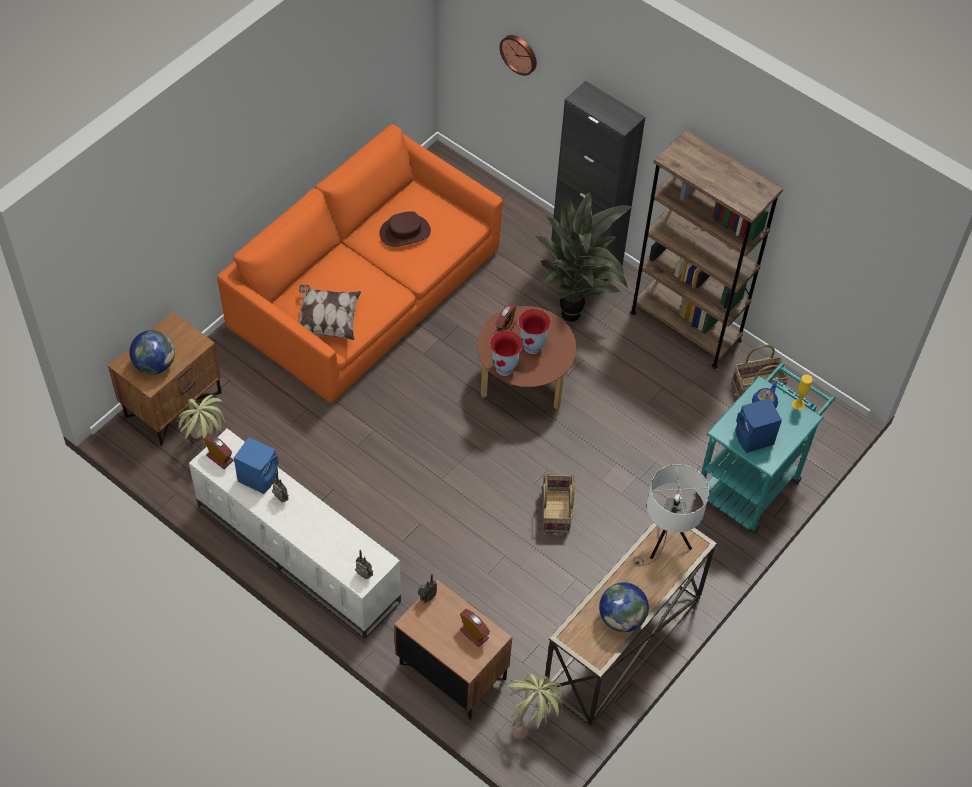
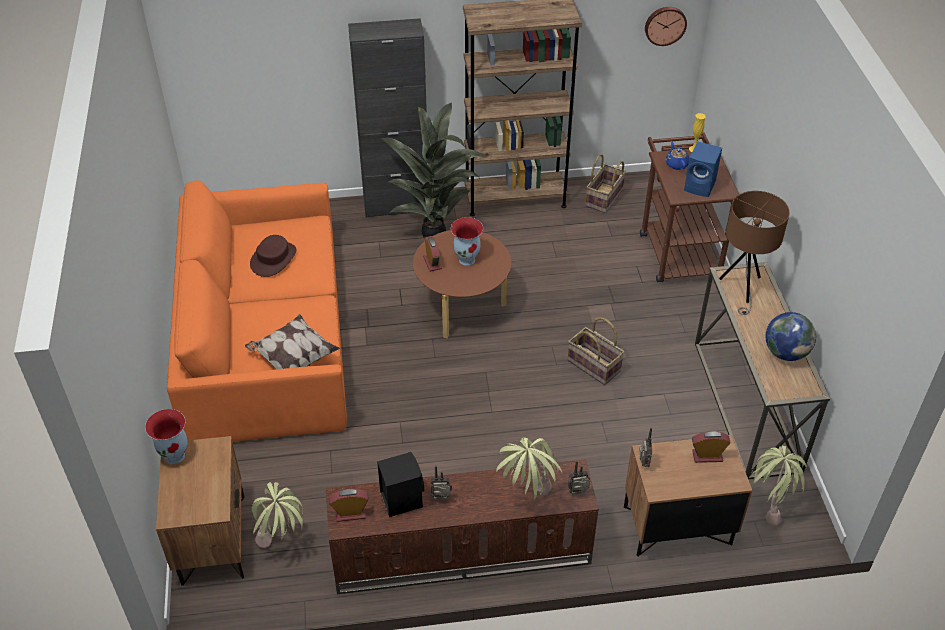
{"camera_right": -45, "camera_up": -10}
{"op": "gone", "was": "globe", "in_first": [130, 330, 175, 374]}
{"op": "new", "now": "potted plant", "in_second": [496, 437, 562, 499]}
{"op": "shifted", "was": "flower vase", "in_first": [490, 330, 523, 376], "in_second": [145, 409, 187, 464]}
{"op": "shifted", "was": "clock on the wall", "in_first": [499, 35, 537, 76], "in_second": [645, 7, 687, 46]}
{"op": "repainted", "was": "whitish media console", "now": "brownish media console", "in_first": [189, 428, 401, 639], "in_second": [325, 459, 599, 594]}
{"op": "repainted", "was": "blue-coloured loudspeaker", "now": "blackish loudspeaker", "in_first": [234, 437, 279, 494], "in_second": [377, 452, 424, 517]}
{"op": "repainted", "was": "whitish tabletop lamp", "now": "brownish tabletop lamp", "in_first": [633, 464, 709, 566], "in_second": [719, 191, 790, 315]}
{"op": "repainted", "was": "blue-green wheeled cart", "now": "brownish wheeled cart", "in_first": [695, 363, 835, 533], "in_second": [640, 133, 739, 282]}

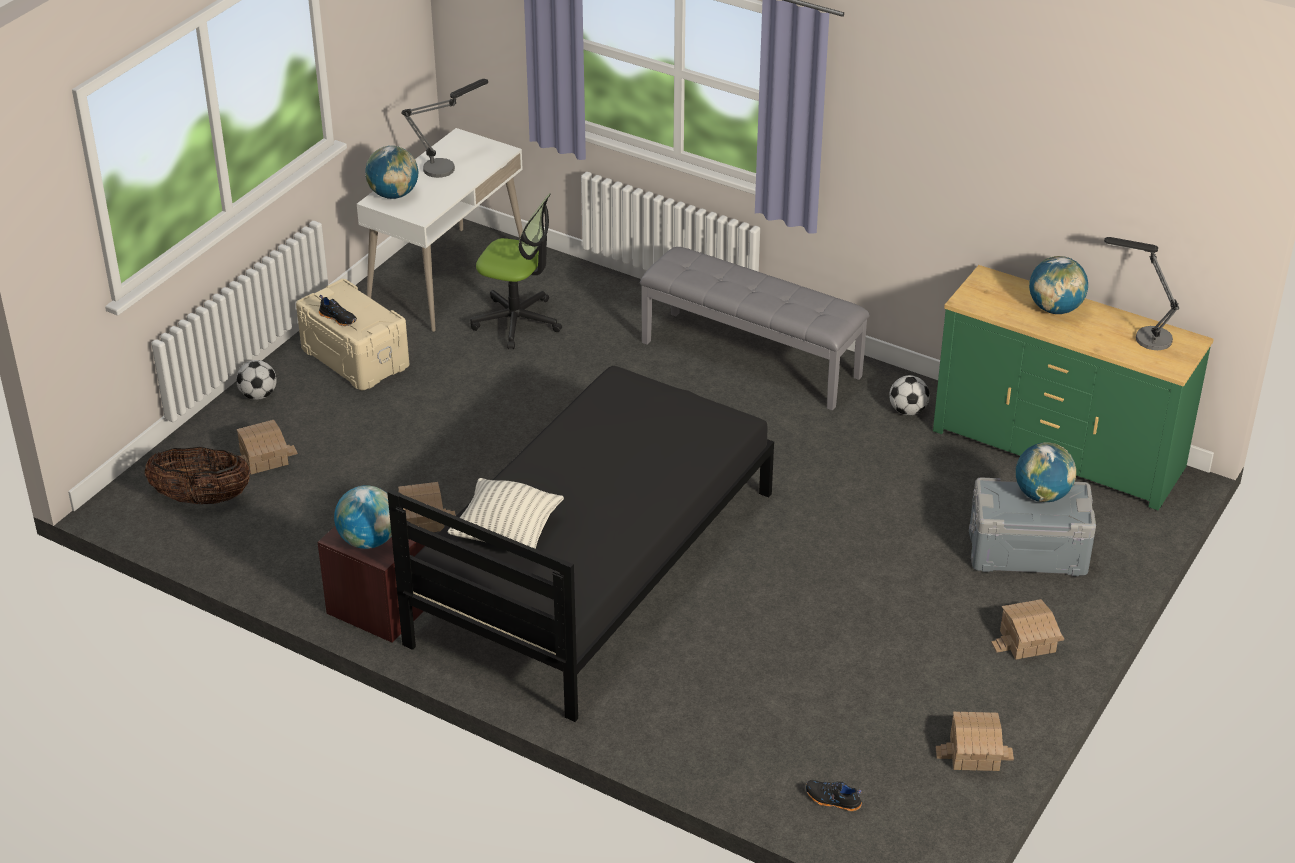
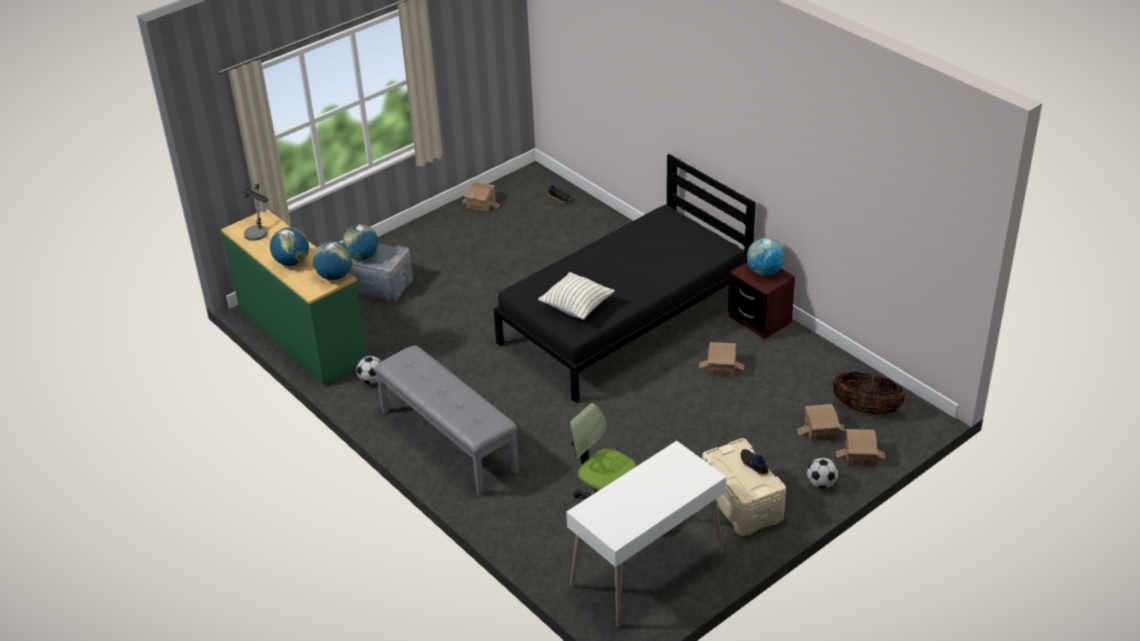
{"camera_right": -160, "camera_up": 0}
{"op": "gone", "was": "tabletop lamp", "in_first": [401, 79, 488, 178]}
{"op": "shifted", "was": "globe", "in_first": [365, 146, 418, 199], "in_second": [313, 241, 353, 280]}
{"op": "shifted", "was": "throw pillow", "in_first": [447, 478, 564, 549], "in_second": [538, 272, 615, 320]}
{"op": "shifted", "was": "toy house", "in_first": [991, 599, 1064, 660], "in_second": [836, 429, 885, 466]}

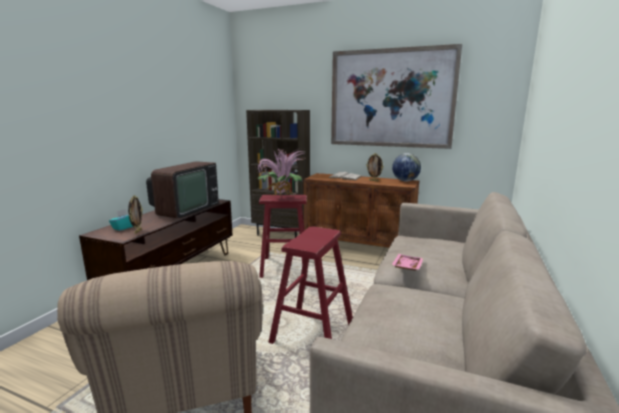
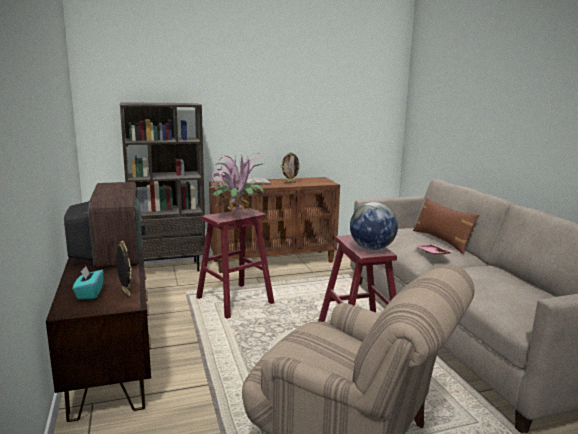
{"camera_right": -40, "camera_up": 0}
{"op": "gone", "was": "wall picture", "in_first": [331, 44, 462, 149]}
{"op": "new", "now": "brownish throw pillow", "in_second": [413, 198, 479, 254]}
{"op": "shifted", "was": "globe", "in_first": [392, 153, 421, 182], "in_second": [350, 202, 398, 250]}

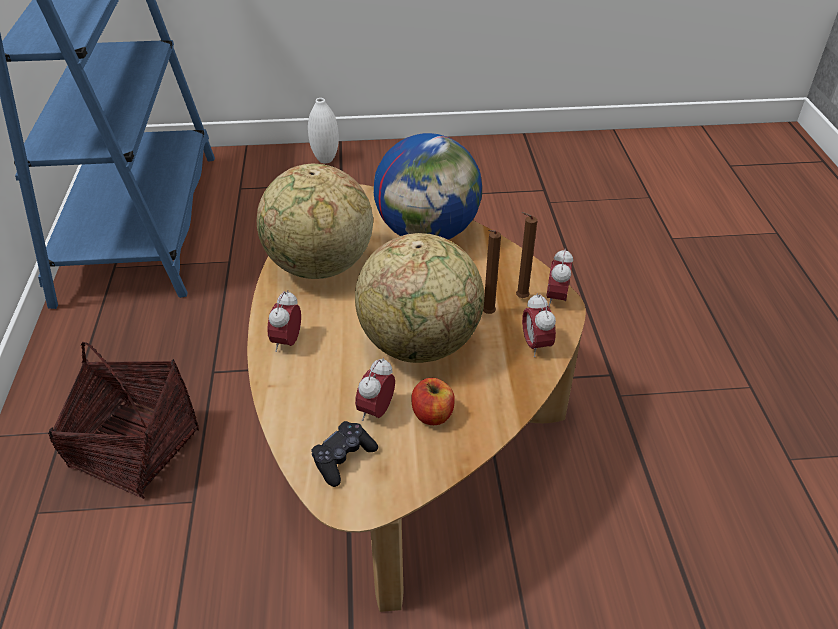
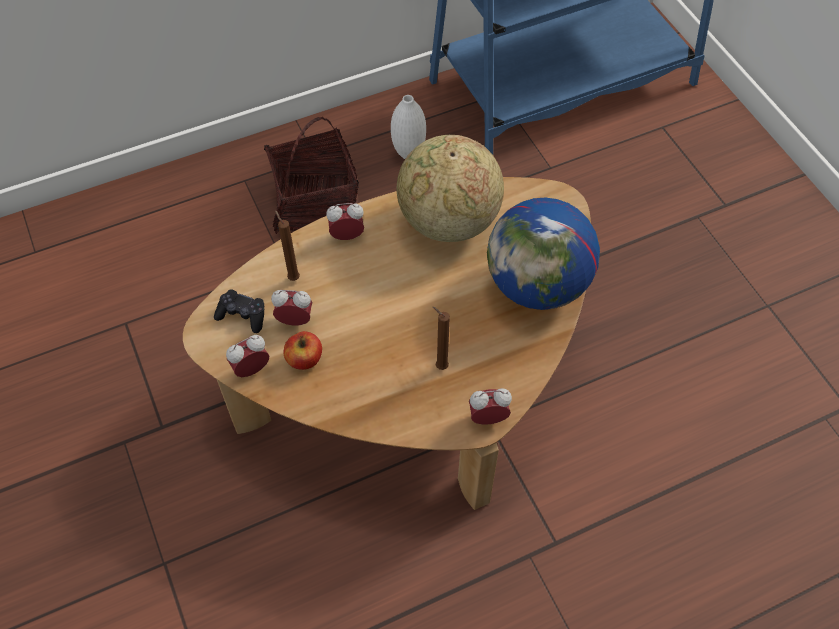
{"camera_right": 70, "camera_up": 15}
{"op": "gone", "was": "globe", "in_first": [355, 233, 484, 363]}
{"op": "shifted", "was": "whitish flower vase", "in_first": [308, 98, 339, 163], "in_second": [391, 95, 426, 159]}
{"op": "shifted", "was": "brownish wax light", "in_first": [516, 212, 537, 298], "in_second": [275, 210, 300, 281]}
{"op": "shifted", "was": "alarm clock", "in_first": [522, 293, 556, 357], "in_second": [226, 335, 269, 377]}

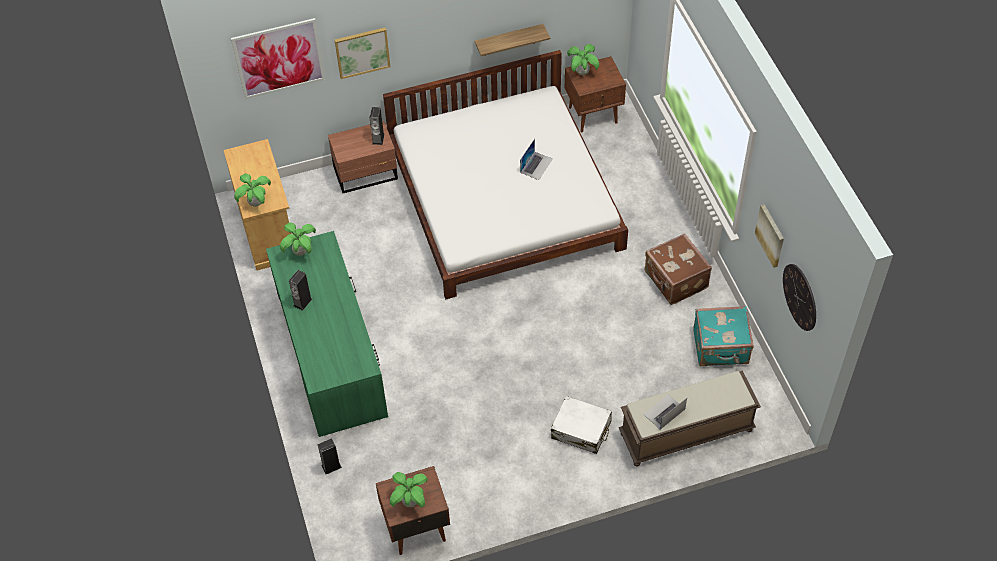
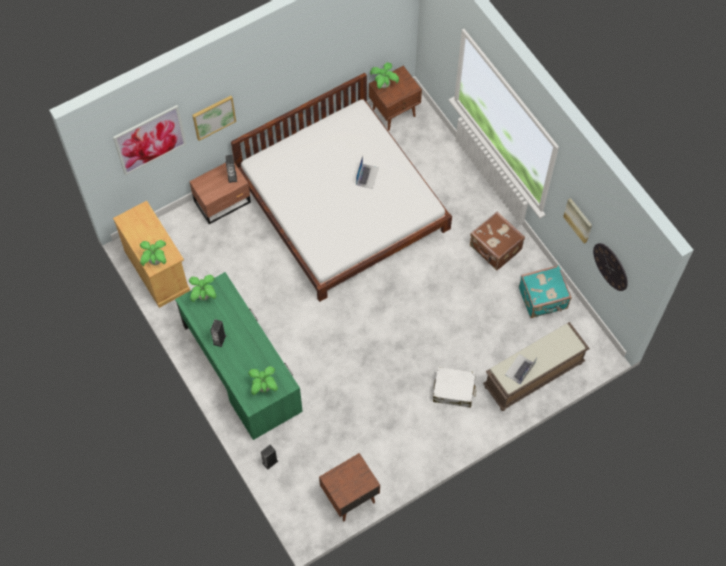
{"camera_right": -15, "camera_up": 10}
{"op": "gone", "was": "bracket shelf", "in_first": [475, 24, 550, 56]}
{"op": "shifted", "was": "potted plant", "in_first": [390, 472, 428, 508], "in_second": [248, 366, 278, 395]}

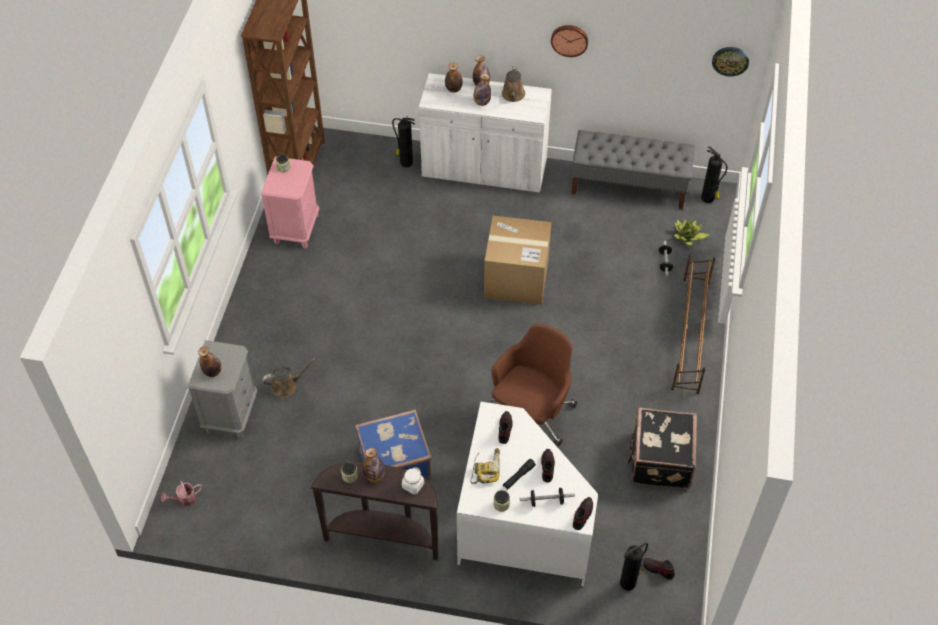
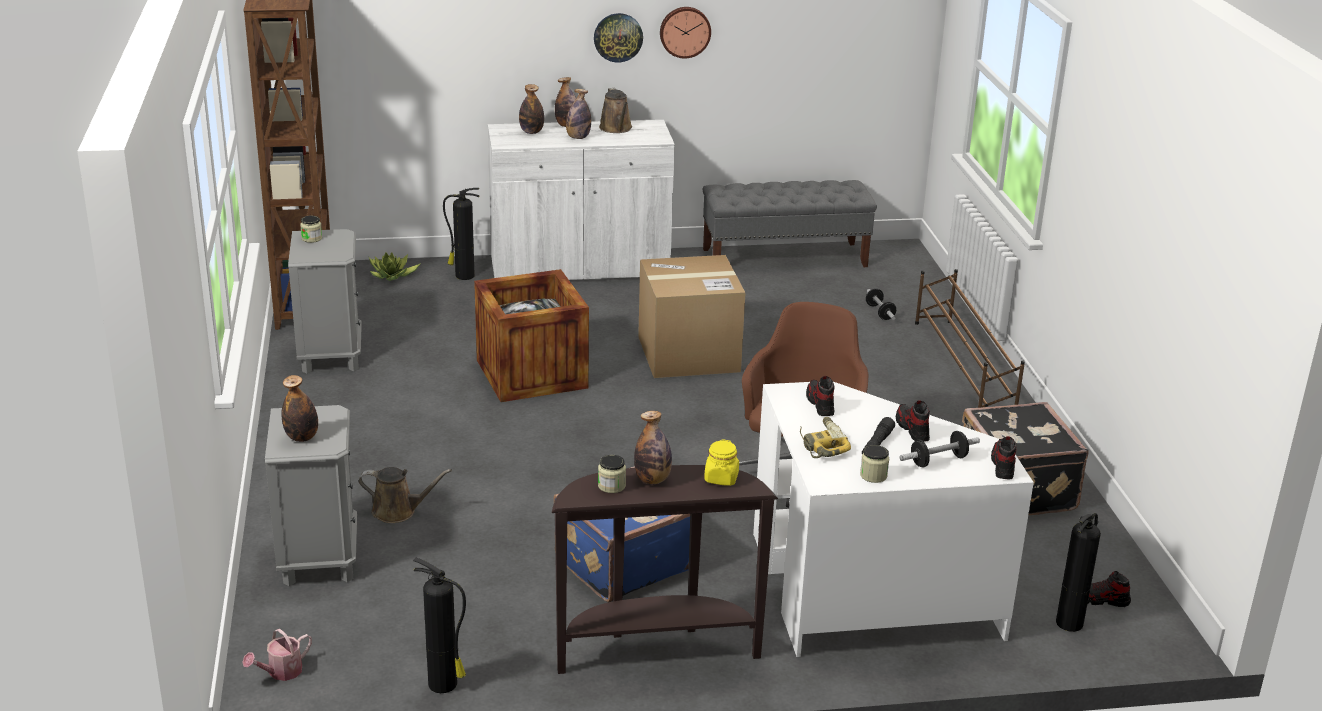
{"camera_right": -20, "camera_up": -25}
{"op": "new", "now": "shipping crate", "in_second": [474, 269, 589, 402]}
{"op": "shifted", "was": "potted plant", "in_first": [674, 220, 710, 246], "in_second": [368, 252, 421, 281]}
{"op": "shifted", "was": "fire extinguisher", "in_first": [701, 146, 728, 203], "in_second": [413, 558, 466, 693]}
{"op": "shifted", "was": "clock on the wall", "in_first": [712, 47, 749, 77], "in_second": [594, 13, 643, 62]}
{"op": "repainted", "was": "pink-coloured bedside table", "now": "gray bedside table", "in_first": [261, 156, 319, 249], "in_second": [288, 229, 362, 374]}
{"op": "repainted", "was": "whitish preserve jar", "now": "yellow preserve jar", "in_first": [402, 467, 424, 494], "in_second": [704, 439, 739, 486]}
{"op": "rotated", "was": "brownish watering can", "in_first": [262, 358, 316, 397], "in_second": [359, 467, 452, 523], "clockwise": 45}

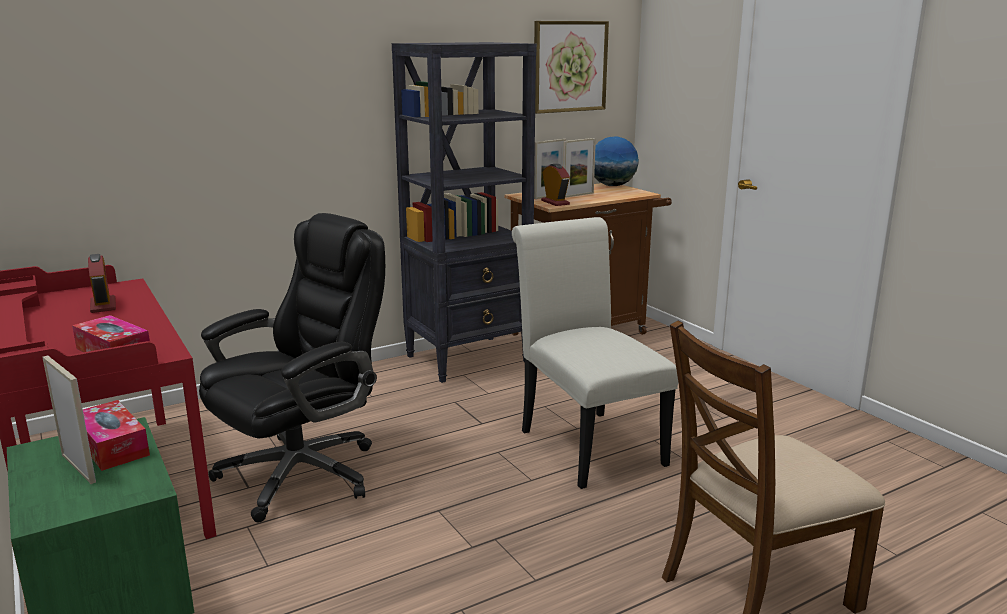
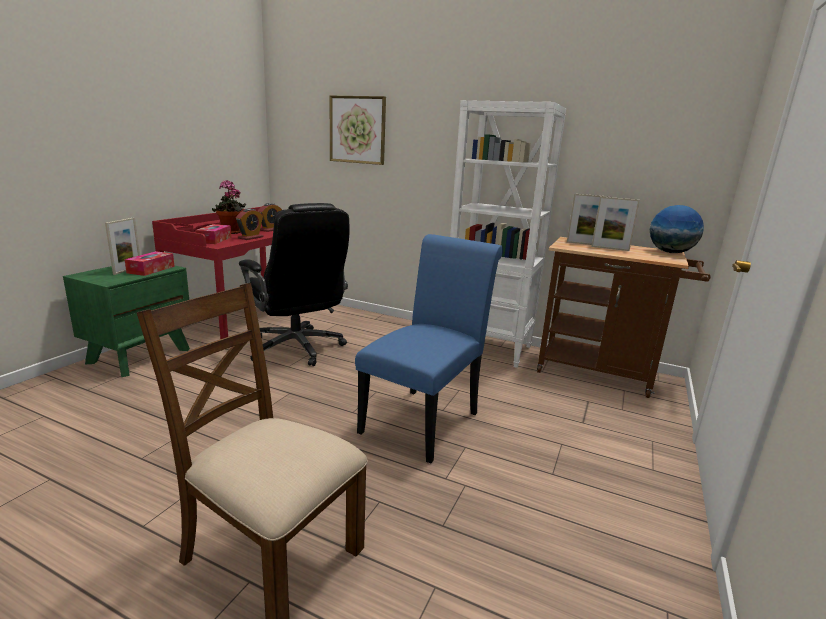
{"camera_right": 55, "camera_up": 0}
{"op": "new", "now": "potted plant", "in_second": [212, 180, 246, 234]}
{"op": "shifted", "was": "wall picture", "in_first": [534, 21, 609, 114], "in_second": [330, 96, 386, 165]}
{"op": "shifted", "was": "alarm clock", "in_first": [541, 164, 570, 206], "in_second": [236, 208, 263, 240]}
{"op": "repainted", "was": "blackish bookshelf", "now": "whitish bookshelf", "in_first": [392, 42, 537, 383], "in_second": [450, 100, 566, 368]}
{"op": "repainted", "was": "whitish plain chair", "now": "blue-coloured plain chair", "in_first": [512, 217, 678, 489], "in_second": [355, 234, 503, 463]}
{"op": "rotated", "was": "blackish office chair", "in_first": [199, 213, 385, 523], "in_second": [239, 203, 349, 366], "clockwise": 45}

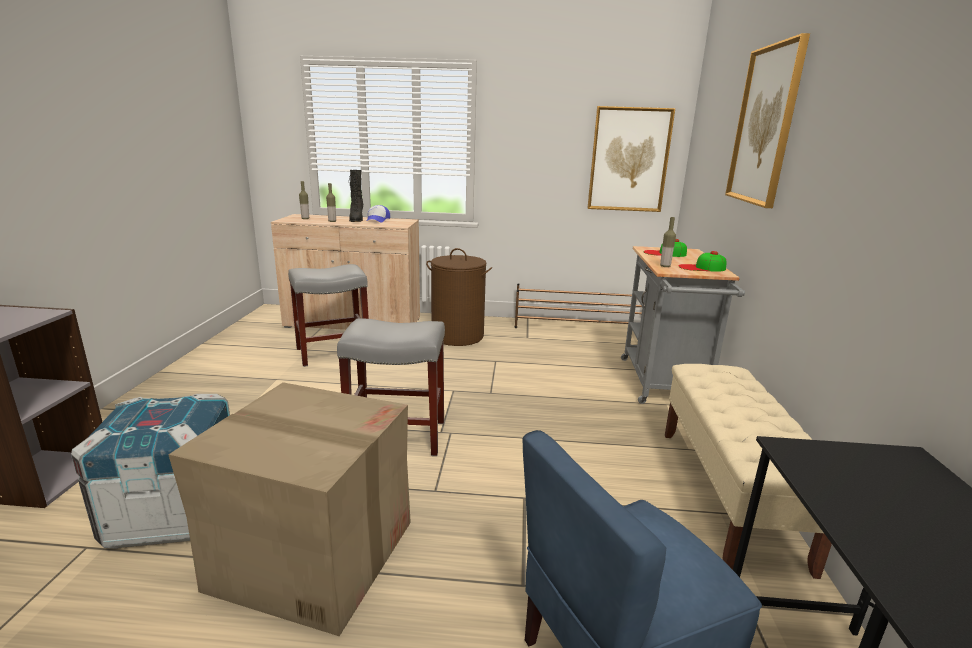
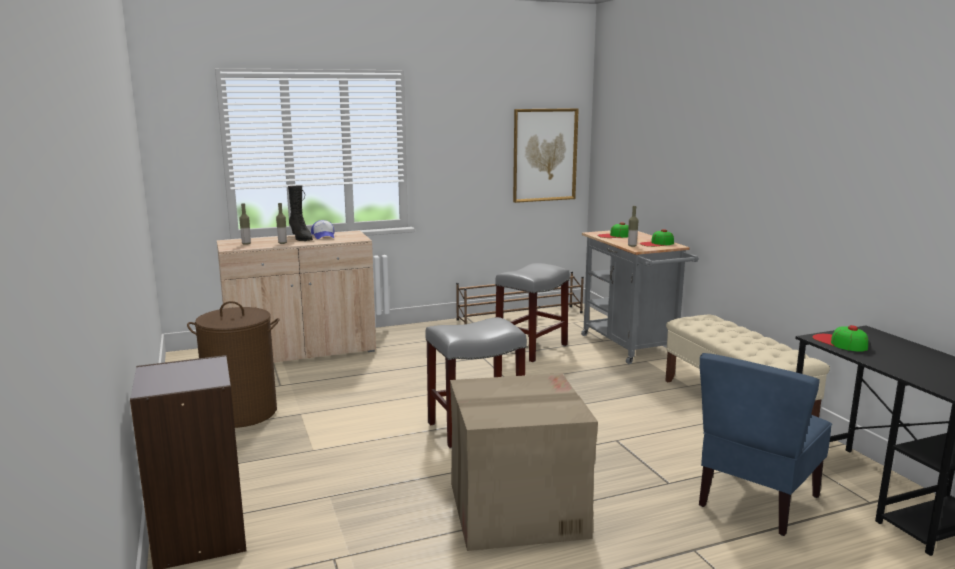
{"camera_right": -25, "camera_up": -5}
{"op": "gone", "was": "shipping crate", "in_first": [71, 394, 230, 549]}
{"op": "gone", "was": "wall picture", "in_first": [725, 33, 810, 208]}
{"op": "new", "now": "baseball cap", "in_second": [812, 325, 868, 352]}
{"op": "shifted", "was": "gray stool", "in_first": [288, 264, 369, 367], "in_second": [495, 263, 570, 362]}
{"op": "shifted", "was": "brownish hamper", "in_first": [426, 248, 492, 346], "in_second": [187, 301, 280, 428]}

